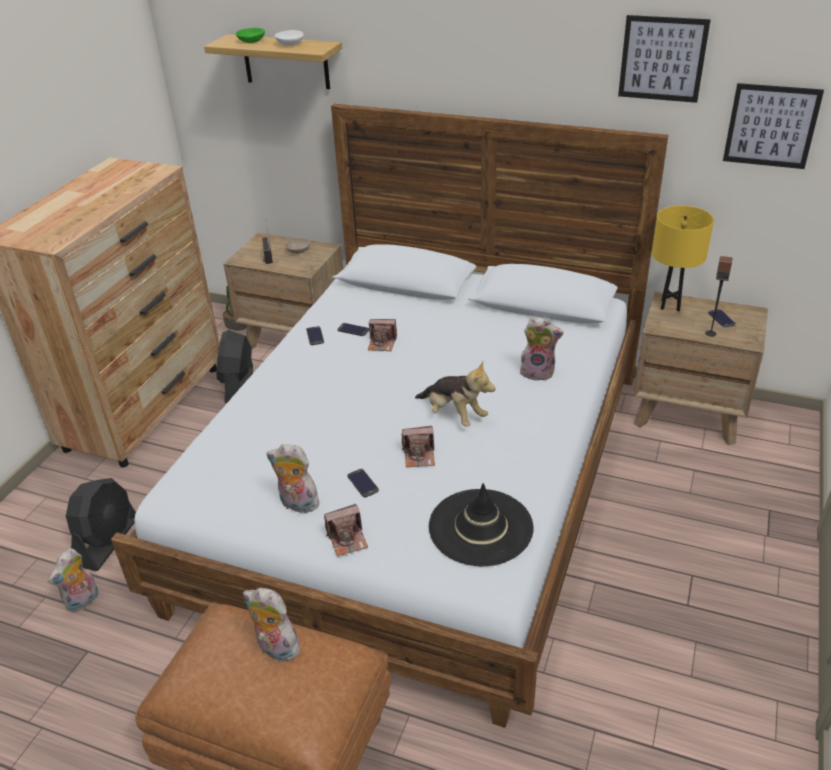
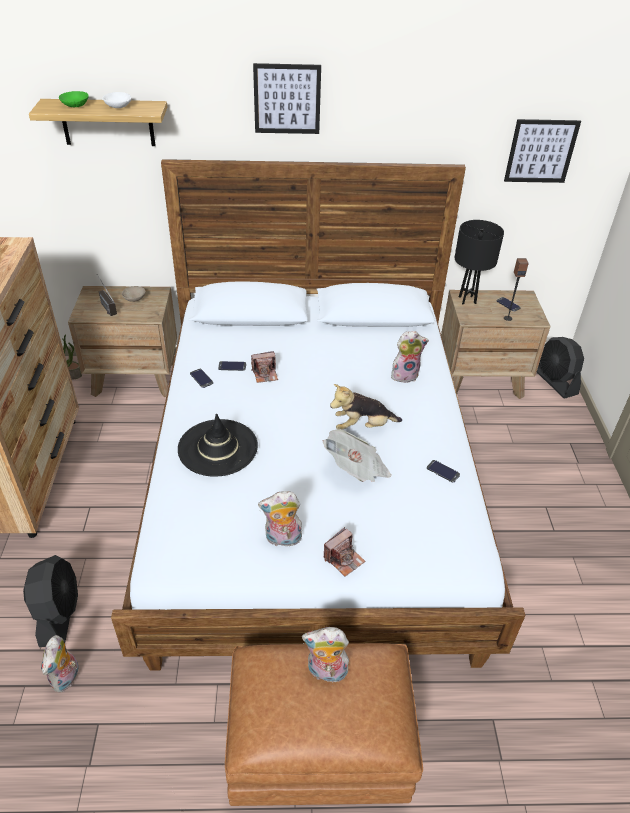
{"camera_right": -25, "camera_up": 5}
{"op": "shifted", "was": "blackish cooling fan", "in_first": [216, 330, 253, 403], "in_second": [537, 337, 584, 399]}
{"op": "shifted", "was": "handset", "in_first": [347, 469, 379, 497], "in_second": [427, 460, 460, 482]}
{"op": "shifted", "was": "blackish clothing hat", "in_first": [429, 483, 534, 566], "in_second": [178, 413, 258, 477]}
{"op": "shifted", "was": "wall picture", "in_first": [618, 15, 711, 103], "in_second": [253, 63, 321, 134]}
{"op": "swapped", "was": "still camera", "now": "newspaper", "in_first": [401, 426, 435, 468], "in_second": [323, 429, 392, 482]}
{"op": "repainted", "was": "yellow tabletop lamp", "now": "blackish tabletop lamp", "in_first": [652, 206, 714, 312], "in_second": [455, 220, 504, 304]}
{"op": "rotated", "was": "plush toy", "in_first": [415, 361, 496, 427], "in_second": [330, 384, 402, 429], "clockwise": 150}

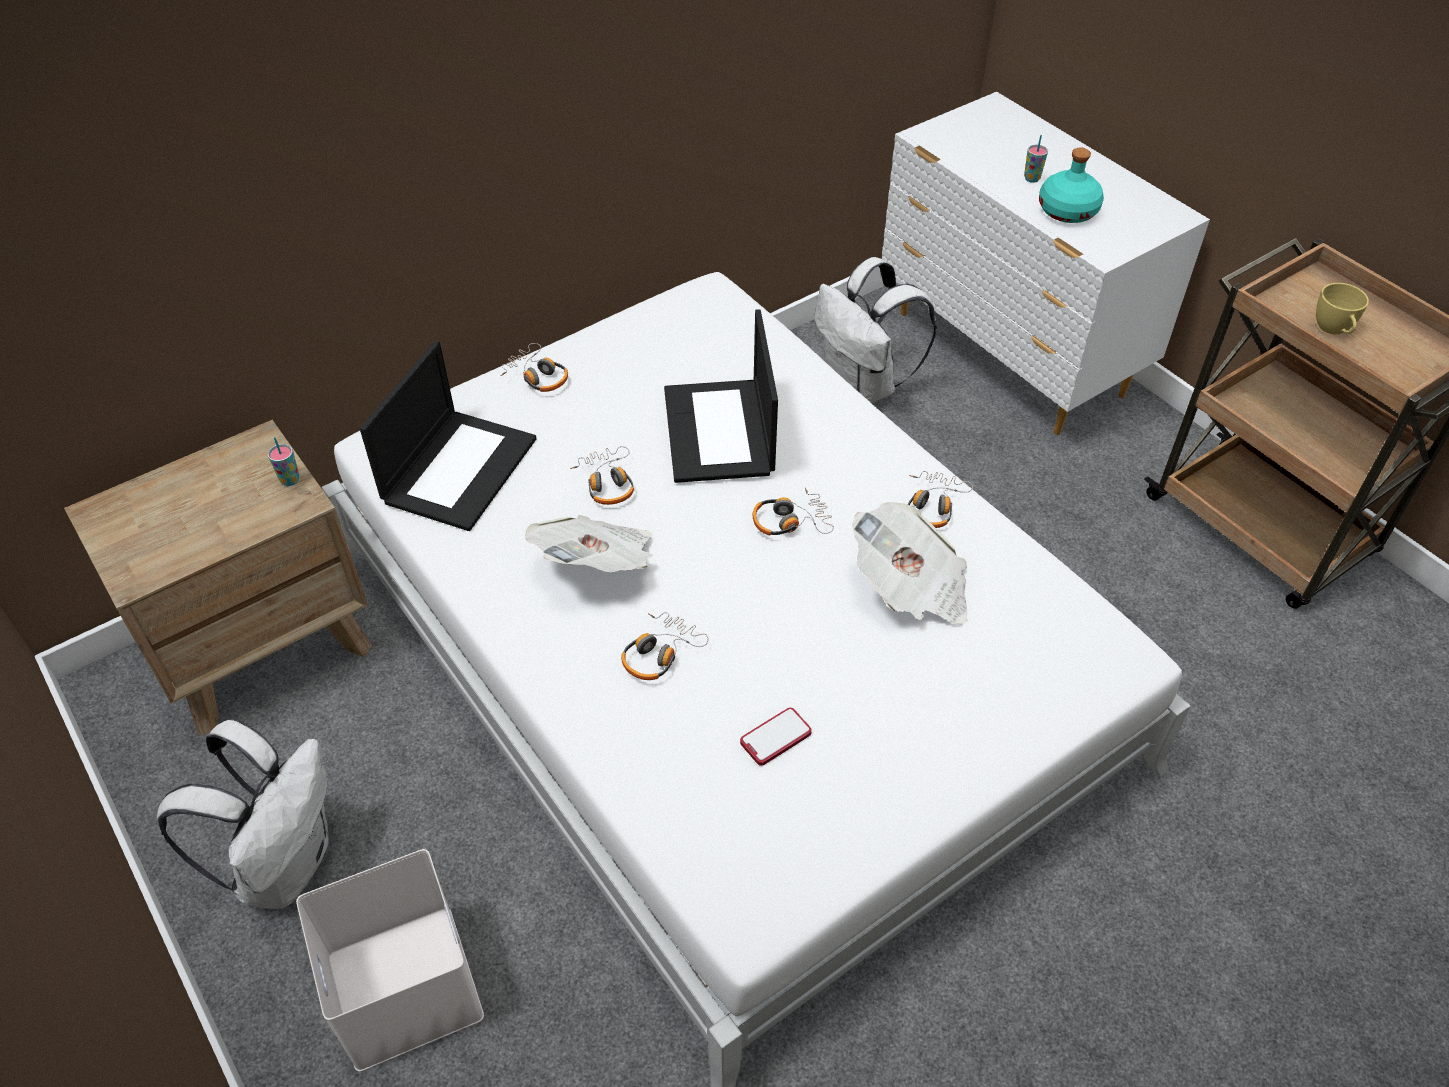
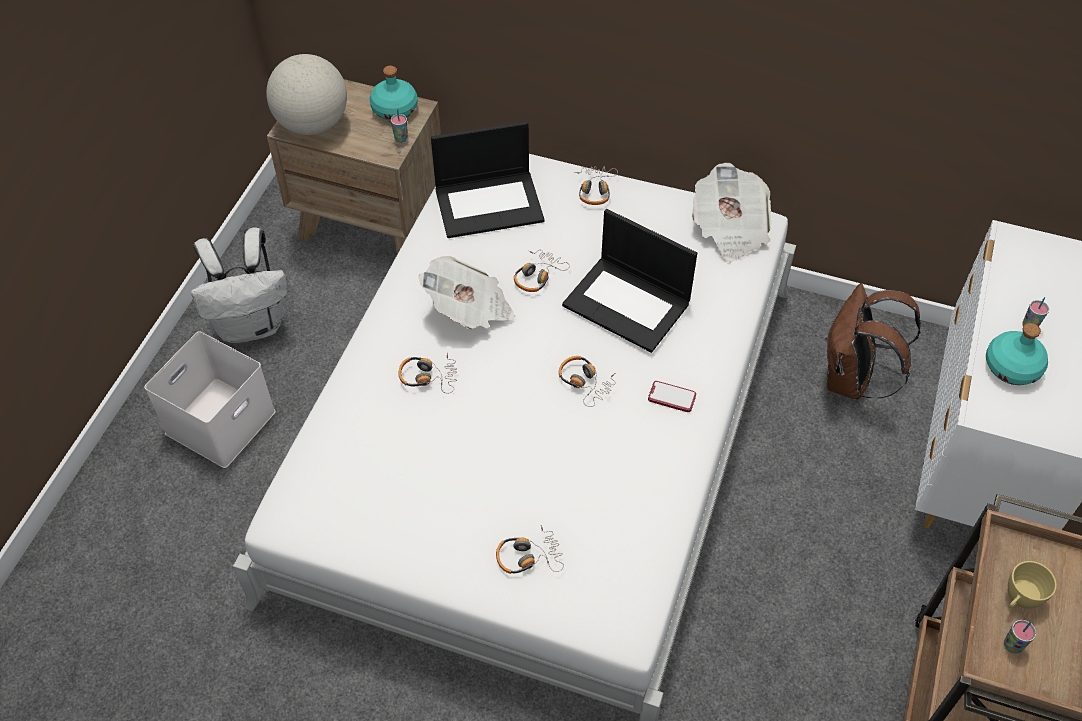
{"camera_right": 55, "camera_up": 5}
{"op": "new", "now": "globe", "in_second": [266, 54, 347, 135]}
{"op": "new", "now": "blue-green drink bottle", "in_second": [370, 66, 418, 121]}
{"op": "new", "now": "drinking cup", "in_second": [1004, 620, 1036, 654]}
{"op": "shifted", "was": "handset", "in_first": [740, 708, 812, 766], "in_second": [648, 381, 696, 412]}
{"op": "shifted", "was": "newspaper", "in_first": [852, 502, 968, 625], "in_second": [691, 163, 772, 263]}
{"op": "shifted", "was": "headset", "in_first": [907, 471, 973, 528], "in_second": [496, 525, 564, 574]}
{"op": "repainted", "was": "whitish knapsack", "now": "brownish knapsack", "in_first": [815, 257, 937, 403], "in_second": [825, 283, 921, 399]}
{"op": "rotated", "was": "portable computer", "in_first": [664, 309, 778, 483], "in_second": [562, 209, 697, 353], "clockwise": -105}

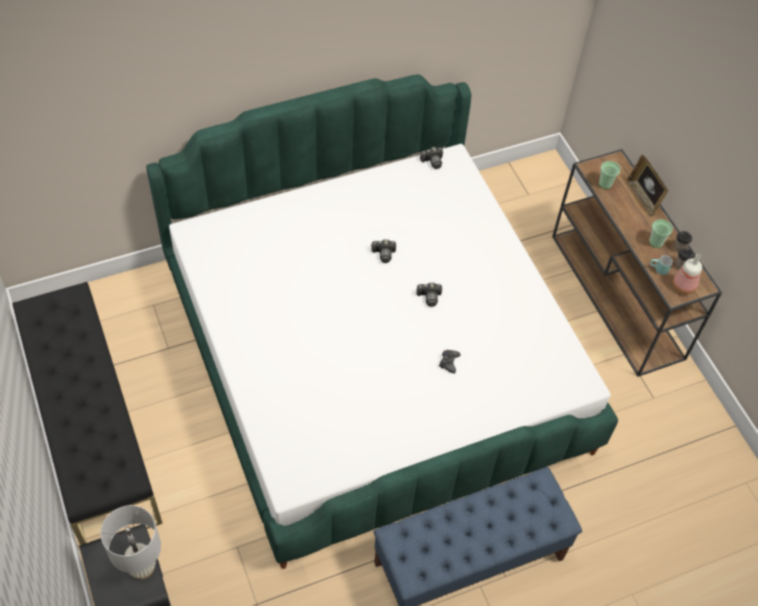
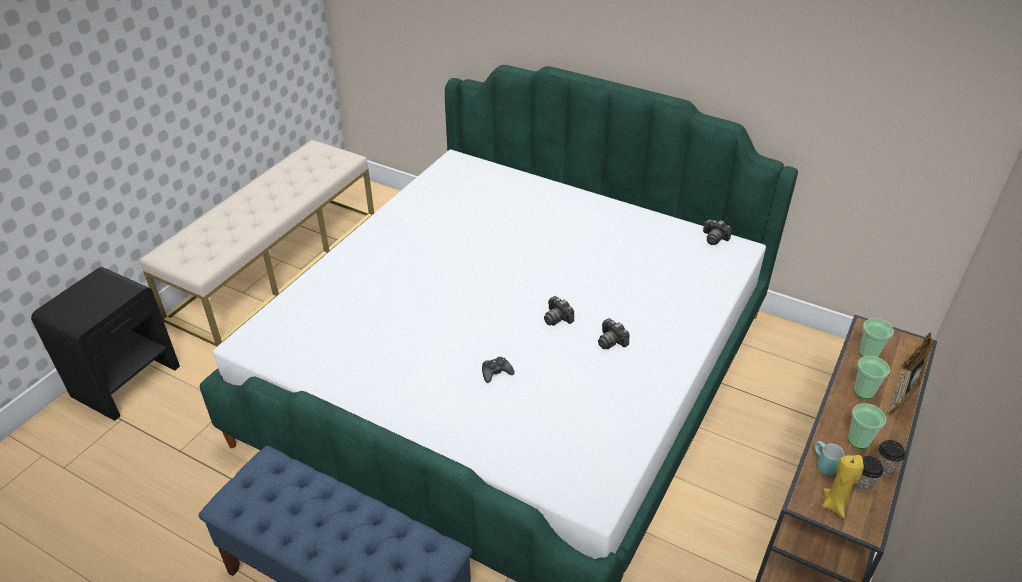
{"camera_right": 55, "camera_up": -15}
{"op": "gone", "was": "whitish tabletop lamp", "in_first": [101, 505, 161, 579]}
{"op": "new", "now": "drinking cup", "in_second": [854, 356, 890, 399]}
{"op": "shifted", "was": "still camera", "in_first": [371, 239, 396, 263], "in_second": [598, 318, 629, 349]}
{"op": "swapped", "was": "drink bottle", "now": "yellow wax light", "in_first": [673, 254, 702, 294], "in_second": [822, 455, 864, 519]}
{"op": "repainted", "was": "blackish bench", "now": "sand-coloured bench", "in_first": [12, 282, 163, 545], "in_second": [140, 140, 374, 346]}

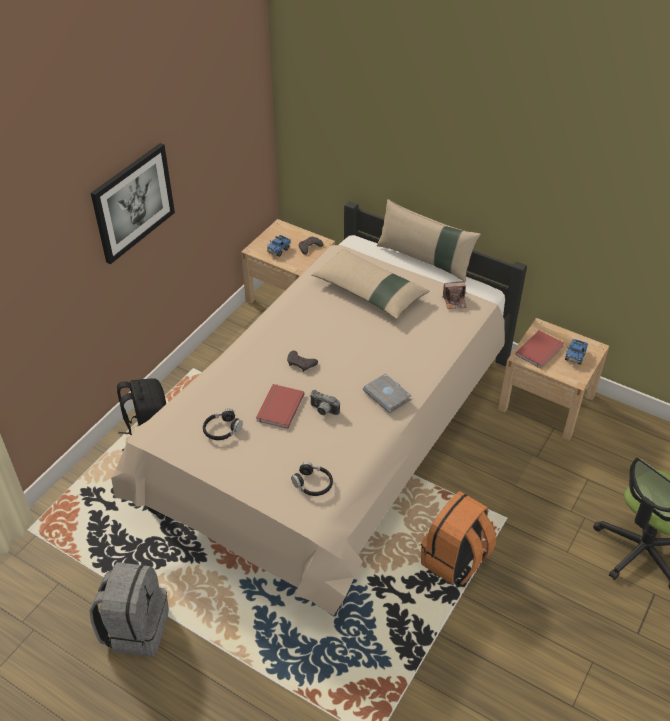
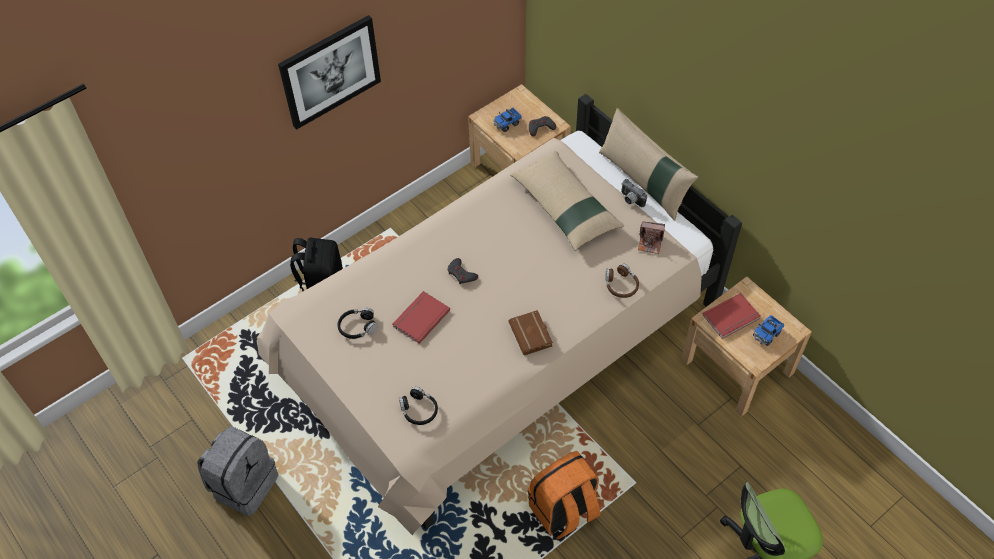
{"camera_right": 20, "camera_up": 10}
{"op": "new", "now": "brownish headset", "in_second": [606, 263, 639, 298]}
{"op": "shifted", "was": "still camera", "in_first": [310, 390, 340, 415], "in_second": [621, 179, 647, 207]}
{"op": "repainted", "was": "gray book", "now": "brownish book", "in_first": [363, 374, 411, 413], "in_second": [508, 310, 553, 355]}

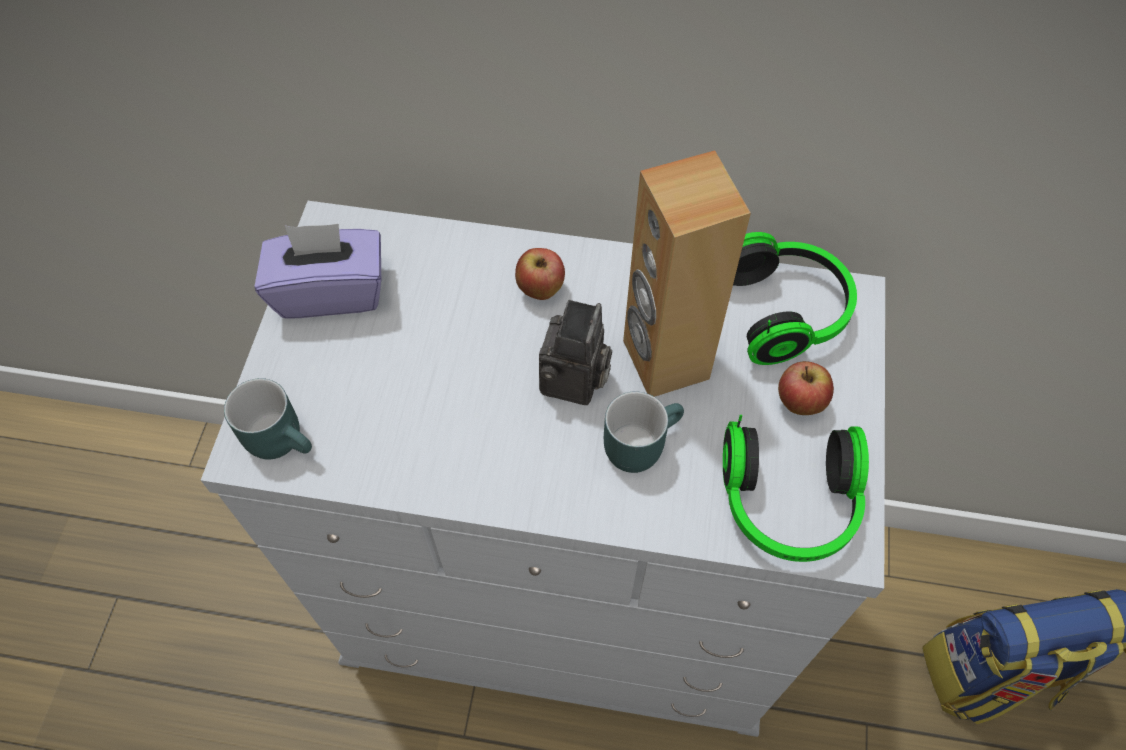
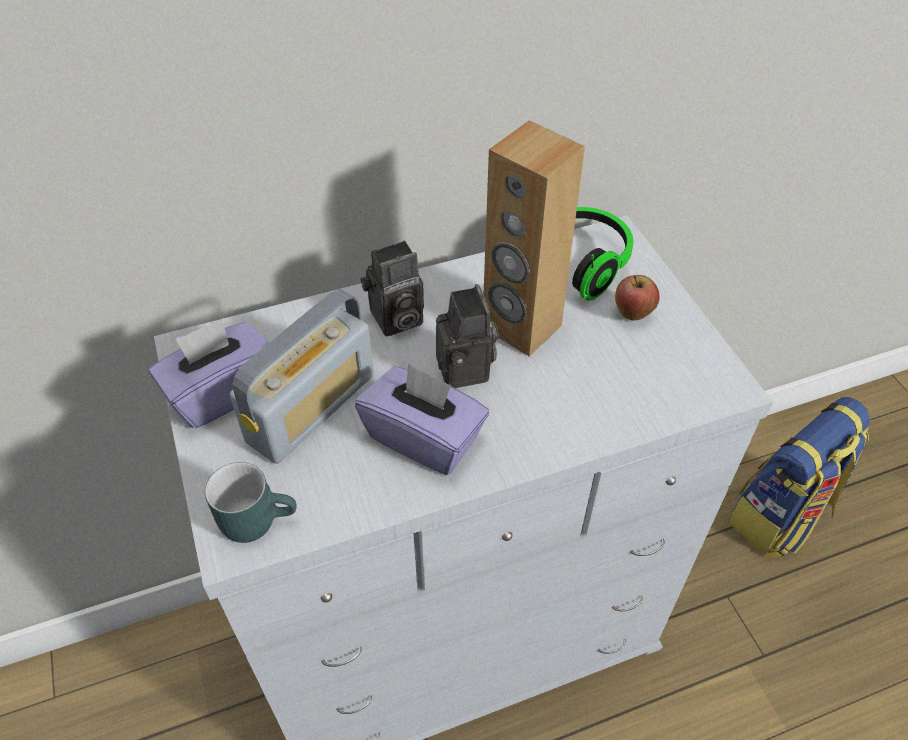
{"camera_right": -30, "camera_up": -10}
{"op": "gone", "was": "blue-green coffee mug", "in_first": [604, 391, 684, 473]}
{"op": "gone", "was": "headset", "in_first": [723, 415, 869, 562]}
{"op": "new", "now": "radio", "in_second": [230, 289, 374, 464]}
{"op": "new", "now": "purplish box of tissues", "in_second": [355, 363, 489, 475]}
{"op": "swapped", "was": "whole apple", "now": "still camera", "in_first": [515, 248, 565, 300], "in_second": [360, 241, 424, 336]}

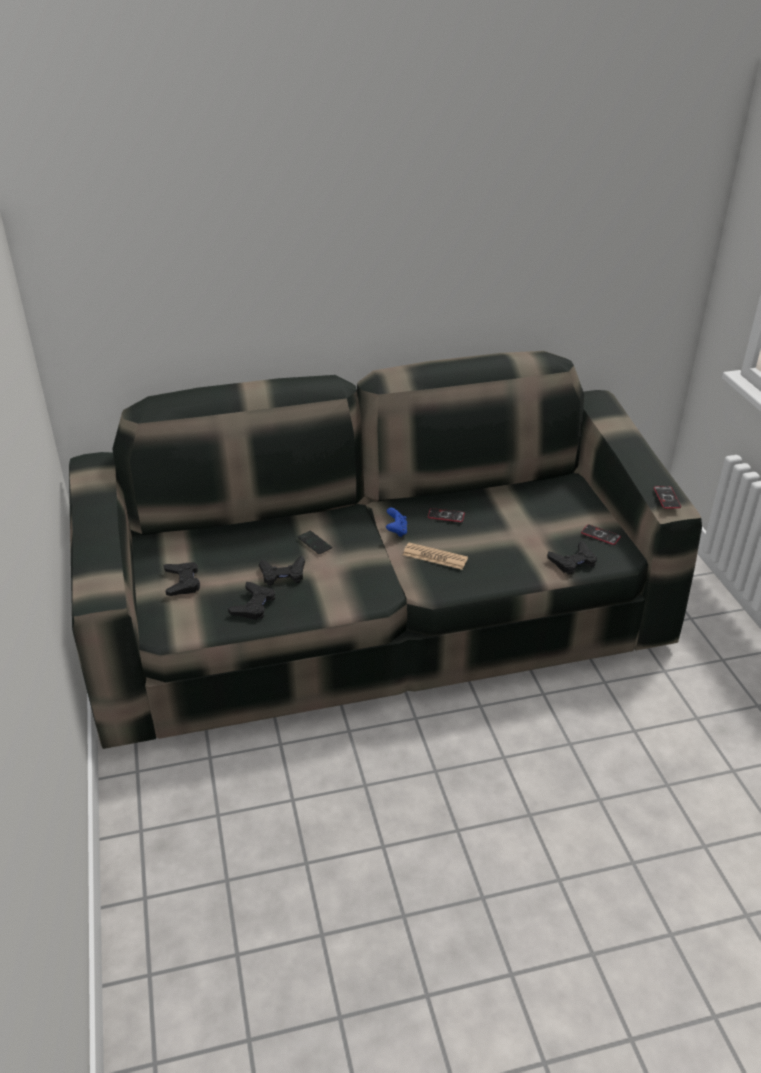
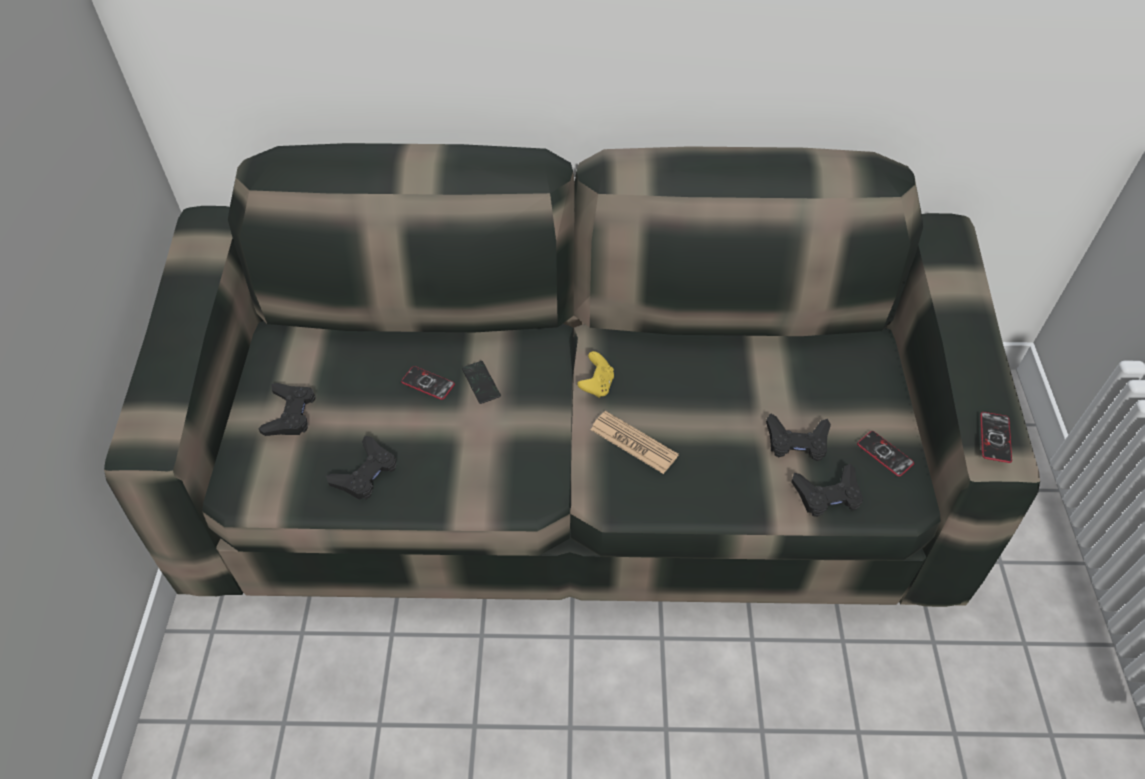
{"camera_right": 15, "camera_up": 15}
{"op": "shifted", "was": "blackish joypad", "in_first": [259, 556, 305, 586], "in_second": [766, 413, 831, 461]}
{"op": "shifted", "was": "handset", "in_first": [428, 508, 465, 522], "in_second": [401, 366, 455, 400]}
{"op": "repainted", "was": "blue-coloured joypad", "now": "yellow joypad", "in_first": [386, 508, 407, 537], "in_second": [577, 351, 614, 398]}

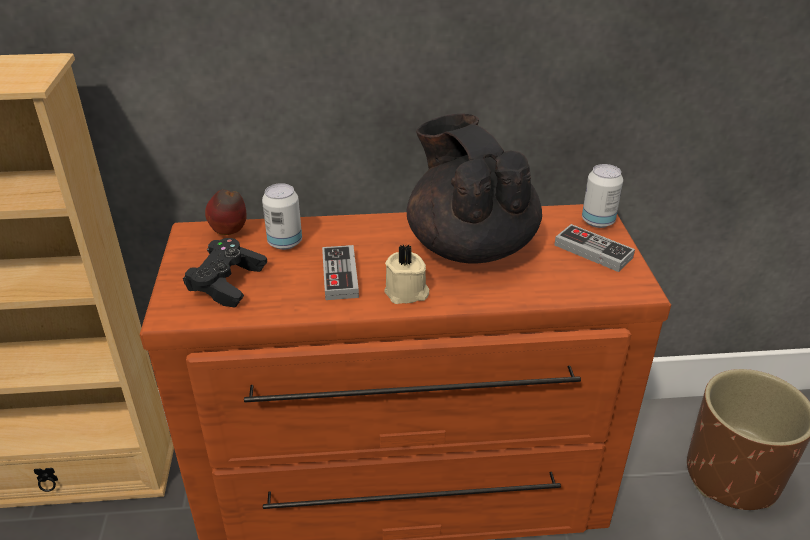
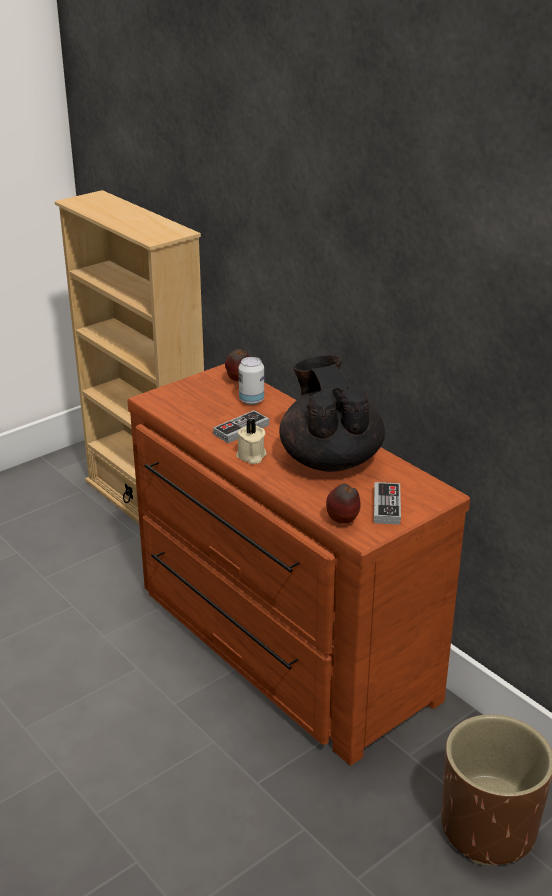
{"camera_right": 55, "camera_up": -5}
{"op": "gone", "was": "blackish joypad", "in_first": [183, 238, 267, 308]}
{"op": "gone", "was": "sealed can", "in_first": [582, 164, 623, 228]}
{"op": "new", "now": "whole apple", "in_second": [326, 484, 361, 524]}
{"op": "rotated", "was": "blackish pot for tea", "in_first": [407, 114, 542, 264], "in_second": [279, 355, 385, 472], "clockwise": -45}

